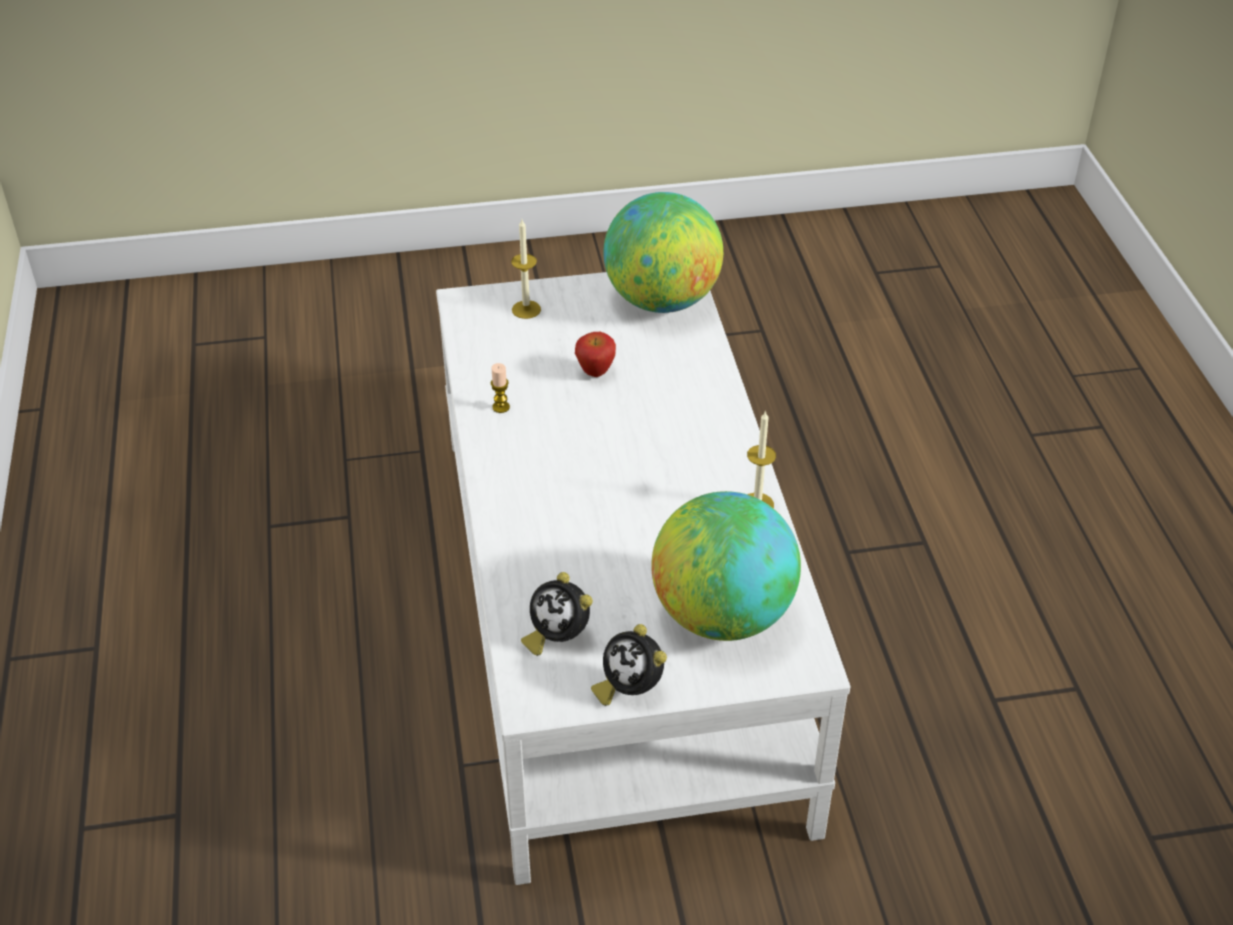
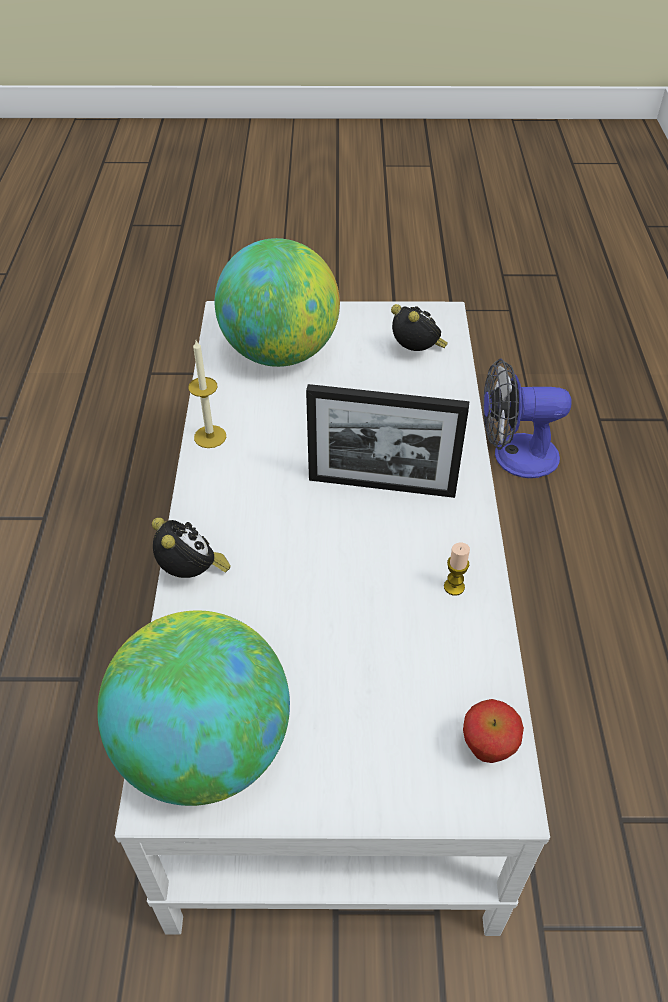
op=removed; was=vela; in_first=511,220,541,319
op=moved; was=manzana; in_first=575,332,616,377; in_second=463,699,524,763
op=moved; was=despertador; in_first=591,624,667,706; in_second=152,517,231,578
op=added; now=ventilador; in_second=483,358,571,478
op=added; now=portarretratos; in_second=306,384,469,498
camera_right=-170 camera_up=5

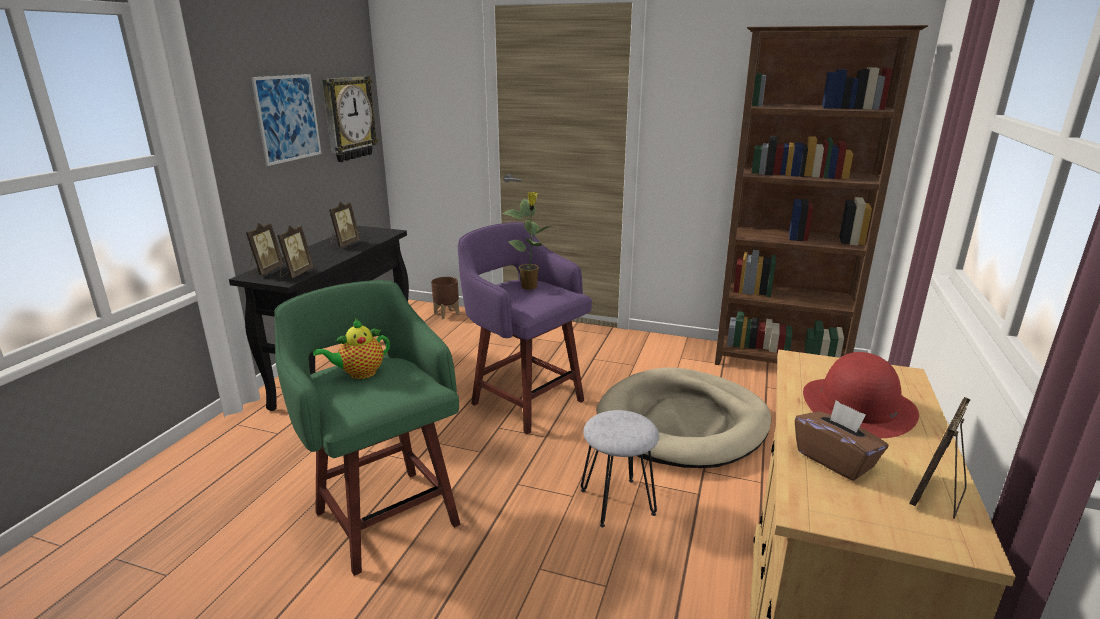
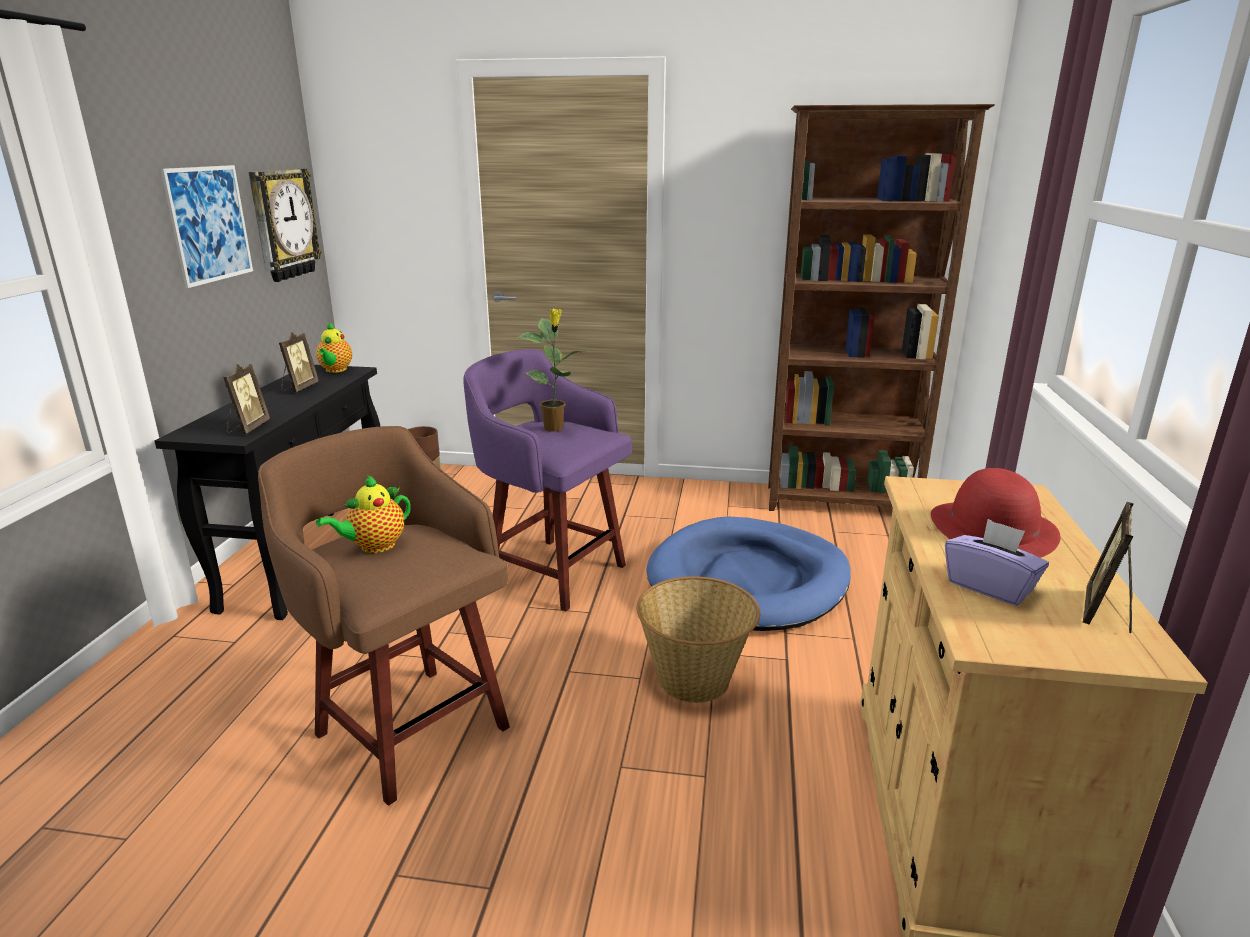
op=removed; was=portarretratos; in_first=246,223,284,275
op=recoloured; was=taburete [verde]; now=taburete [marrón]; in_first=274,280,460,576; in_second=258,426,510,806
op=recoloured; was=cama para perro [beis]; now=cama para perro [azul]; in_first=597,367,771,468; in_second=646,516,851,631
op=recoloured; was=caja de pañuelos [marrón]; now=caja de pañuelos [morado]; in_first=795,400,889,481; in_second=945,519,1049,606
op=replaced; was=taburete [gris]; now=cesta; in_first=581,410,659,527; in_second=637,576,760,703
op=added; now=tetera; in_second=316,322,352,373
camera_right=-10 camera_up=0

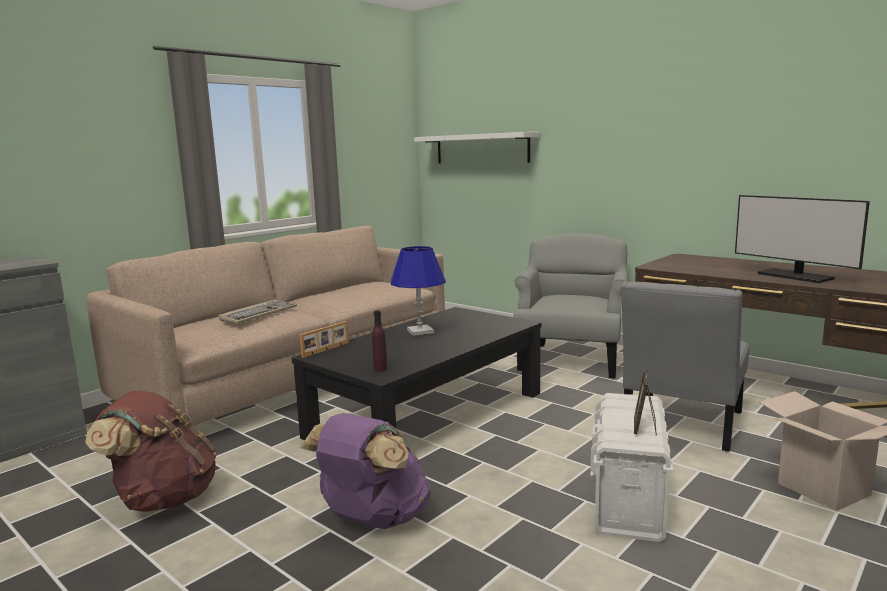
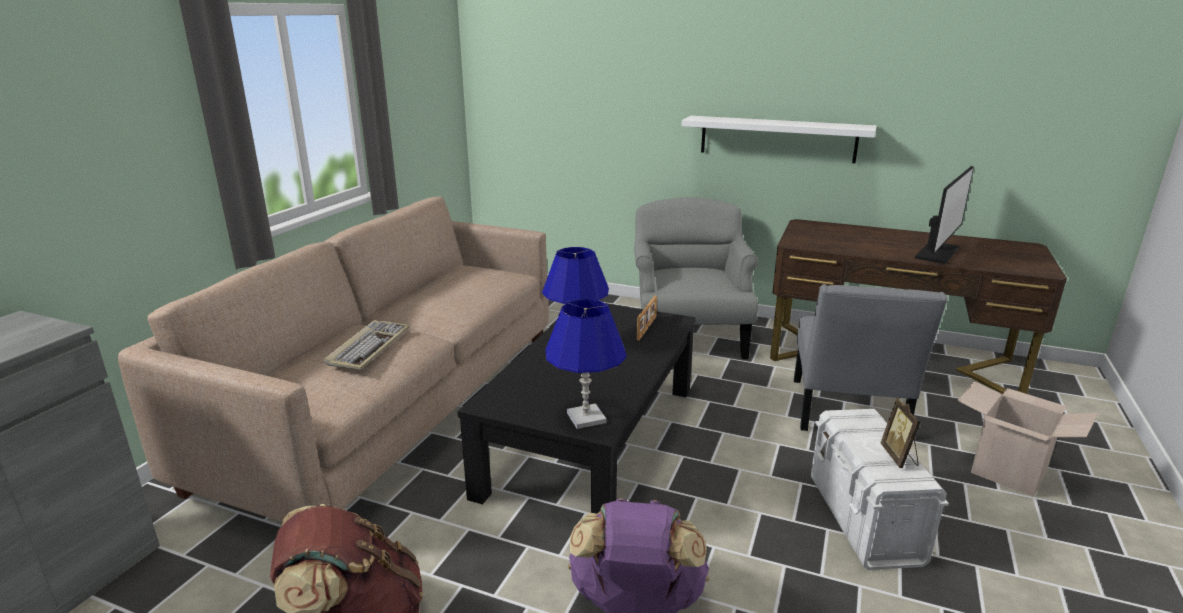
op=moved; was=estante [blanco]; in_first=414,132,539,164; in_second=682,116,876,163
op=turned; was=monitor; in_first=735,195,870,283; in_second=915,166,974,264; clockwise=-90
op=replaced; was=botella [morado]; now=lámpara de mesa [azul]; in_first=372,310,387,372; in_second=546,299,627,429
op=moved; was=portarretratos; in_first=300,321,349,358; in_second=637,296,657,340
camera_right=-20 camera_up=10

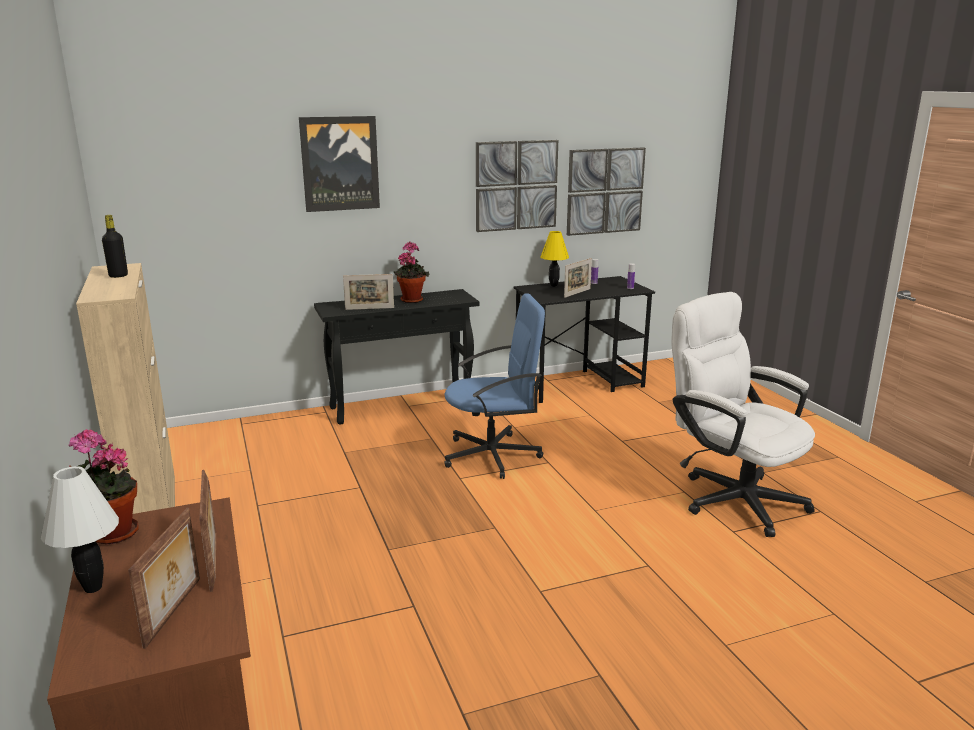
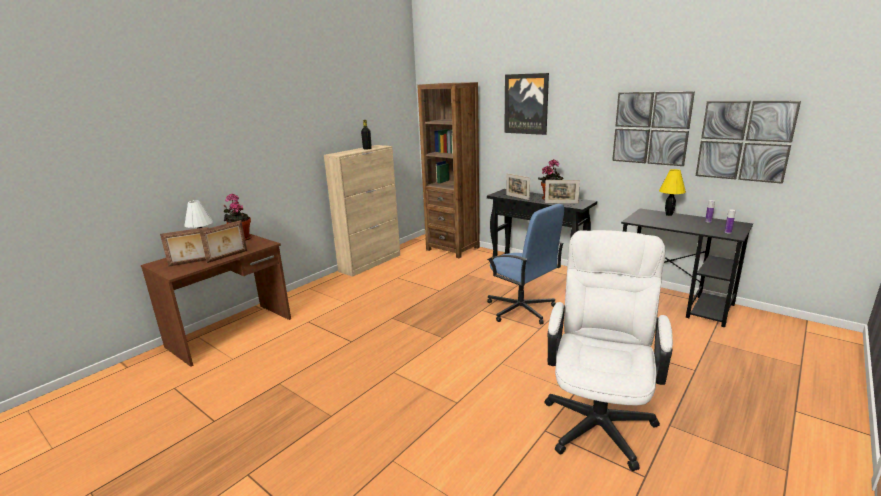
op=moved; was=portarretratos; in_first=564,258,592,298; in_second=545,180,580,203
op=added; now=estantería [marrón]; in_second=417,82,480,258
camera_right=60 camera_up=0

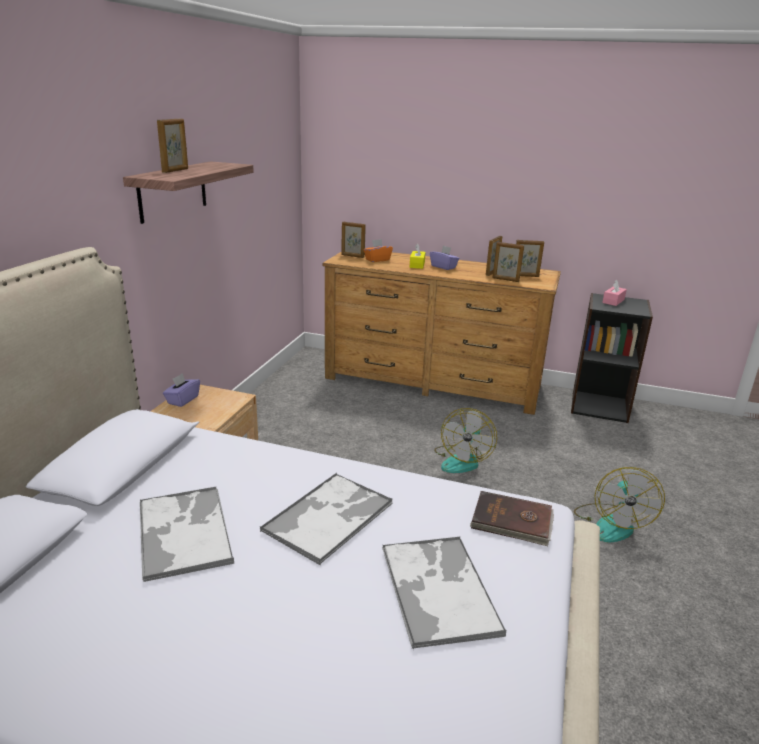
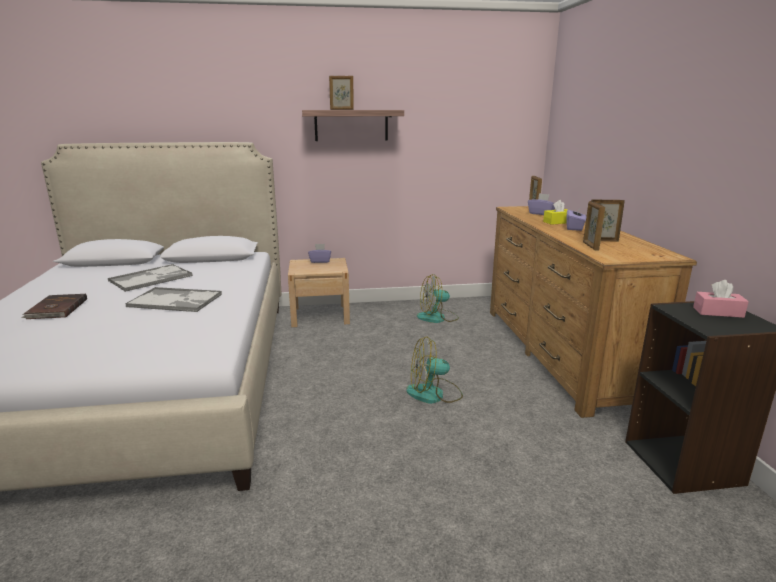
op=recoloured; was=caja de pañuelos [naranja]; now=caja de pañuelos [morado]; in_first=363,239,393,262; in_second=528,193,555,215
op=removed; was=portarretratos; in_first=516,240,544,277
op=moved; was=ventilador; in_first=574,467,665,542; in_second=417,274,459,323
op=moved; was=libro [marrón]; in_first=470,491,554,546; in_second=21,294,87,319
op=removed; was=bandeja; in_first=382,537,506,650
camera_right=65 camera_up=-5

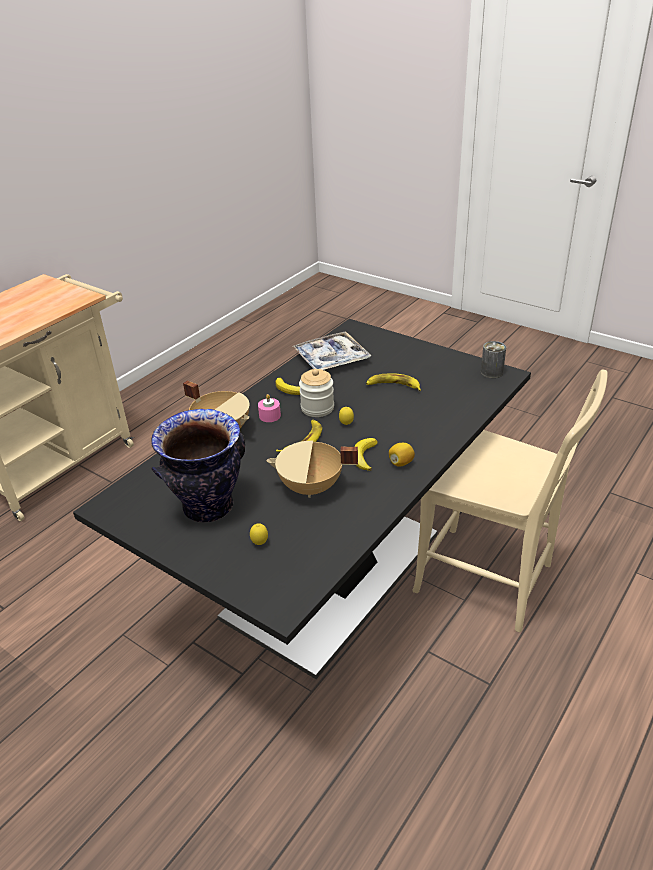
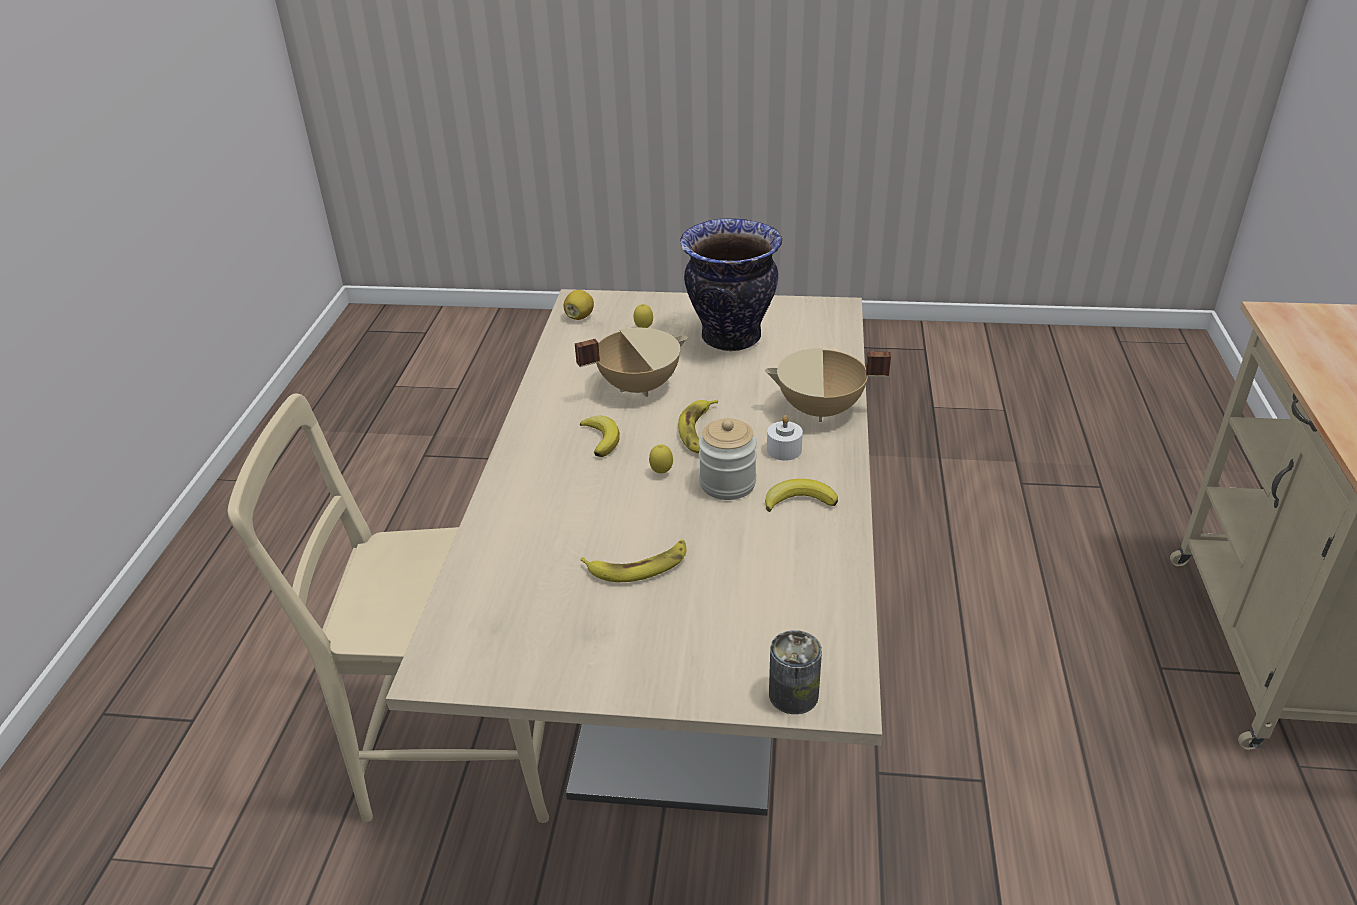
op=recoloured; was=mesa de comedor [negro]; now=mesa de comedor [beis]; in_first=73,319,531,679; in_second=386,289,882,816
op=removed; was=bandeja; in_first=292,331,371,370
op=moved; was=lata; in_first=481,341,506,378; in_second=769,630,822,714
op=recoloured; was=vela [rosa]; now=vela [blanco]; in_first=258,394,281,422; in_second=767,415,803,461
op=moved; was=limón; in_first=389,443,415,467; in_second=564,290,594,320
camera_right=150 camera_up=0

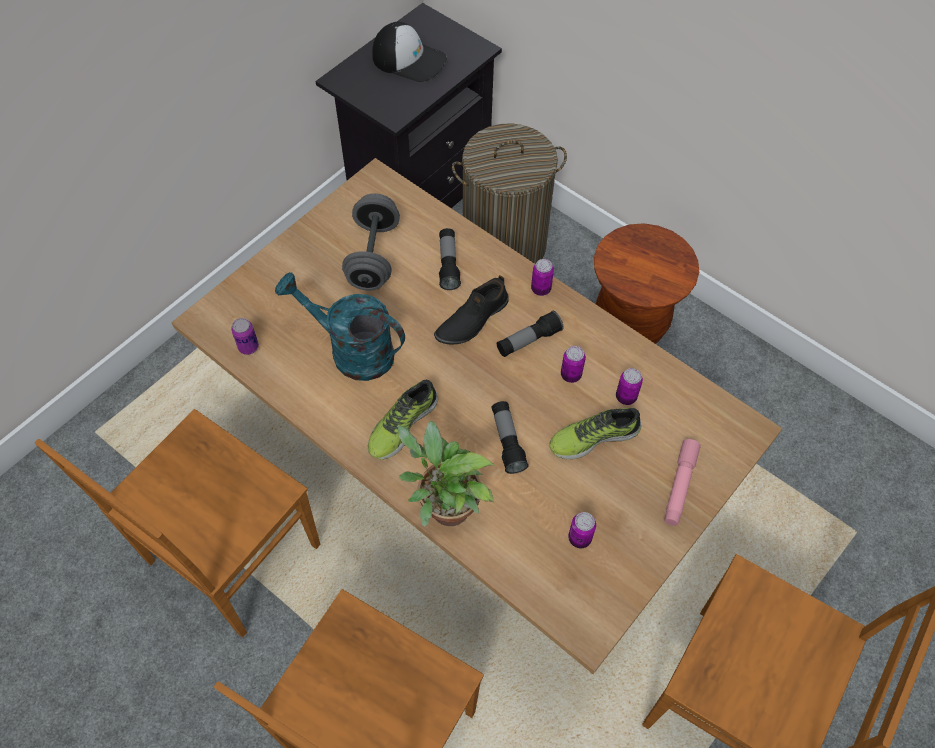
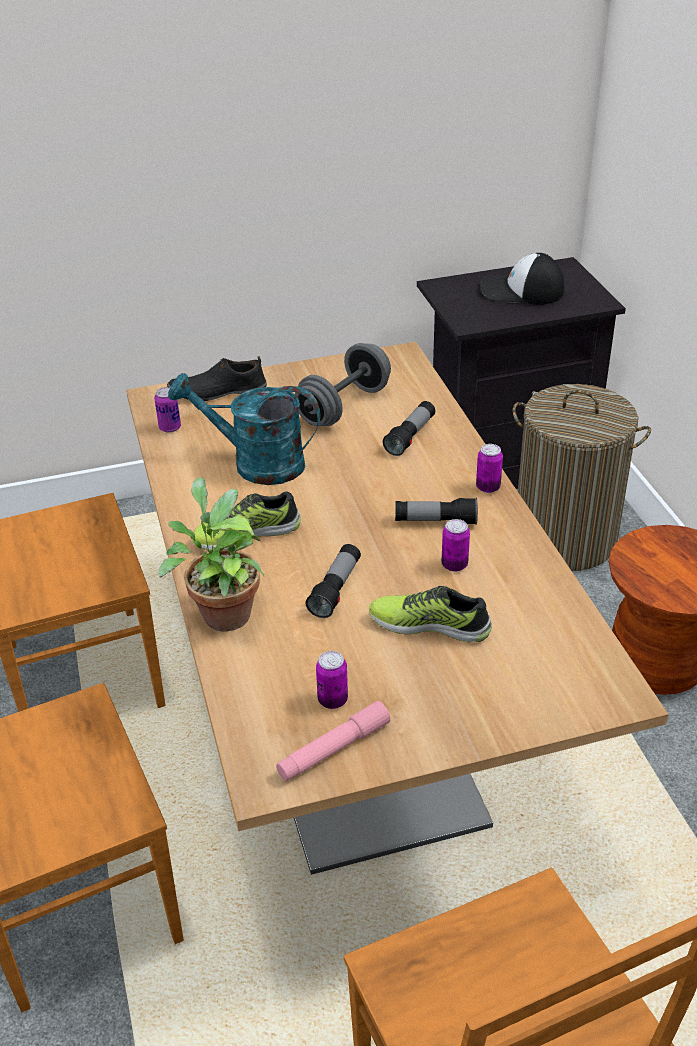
op=turned; was=gorra; in_first=372,22,447,82; in_second=481,253,564,305; clockwise=135
op=turned; was=regadera [turquesa]; in_first=275,272,405,381; in_second=168,373,320,485; clockwise=-45
op=moved; was=zapato [negro]; in_first=434,275,509,345; in_second=167,356,267,401
op=removed; was=lata; in_first=616,368,643,405
op=moved; was=linterna [rosa]; in_first=664,439,701,526; in_second=276,701,390,781
camera_right=35 camera_up=-20

